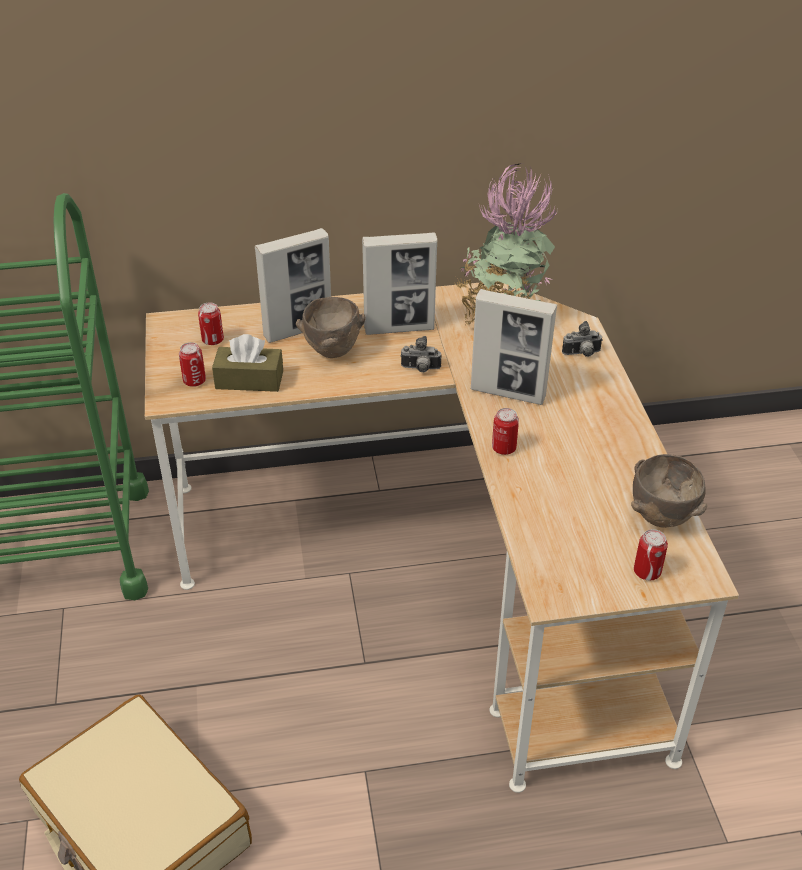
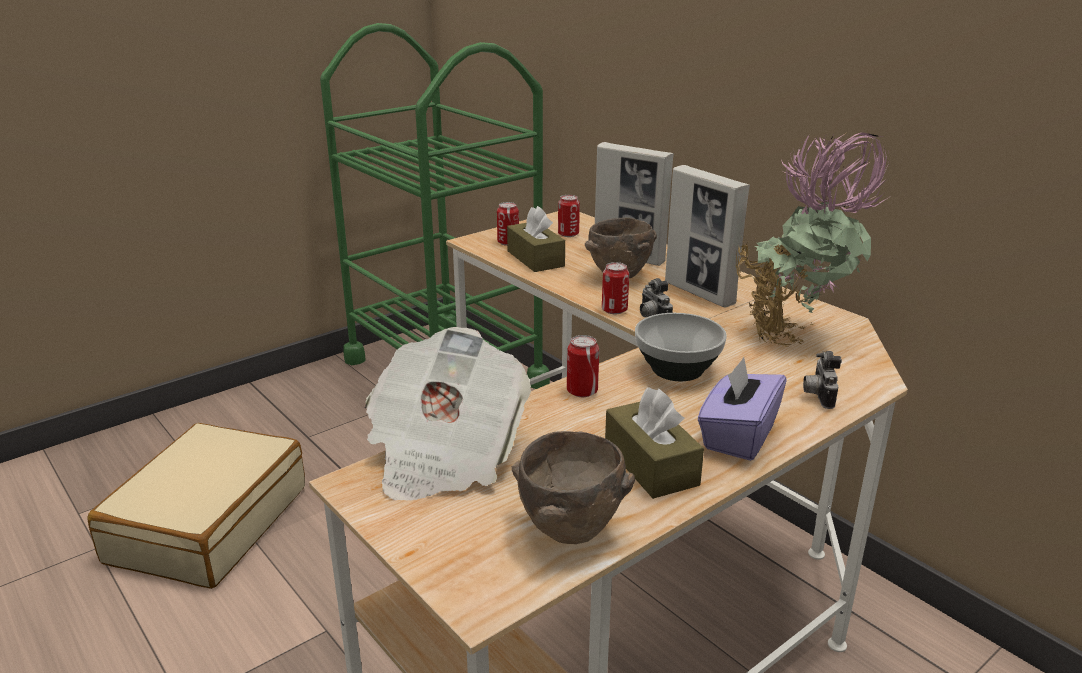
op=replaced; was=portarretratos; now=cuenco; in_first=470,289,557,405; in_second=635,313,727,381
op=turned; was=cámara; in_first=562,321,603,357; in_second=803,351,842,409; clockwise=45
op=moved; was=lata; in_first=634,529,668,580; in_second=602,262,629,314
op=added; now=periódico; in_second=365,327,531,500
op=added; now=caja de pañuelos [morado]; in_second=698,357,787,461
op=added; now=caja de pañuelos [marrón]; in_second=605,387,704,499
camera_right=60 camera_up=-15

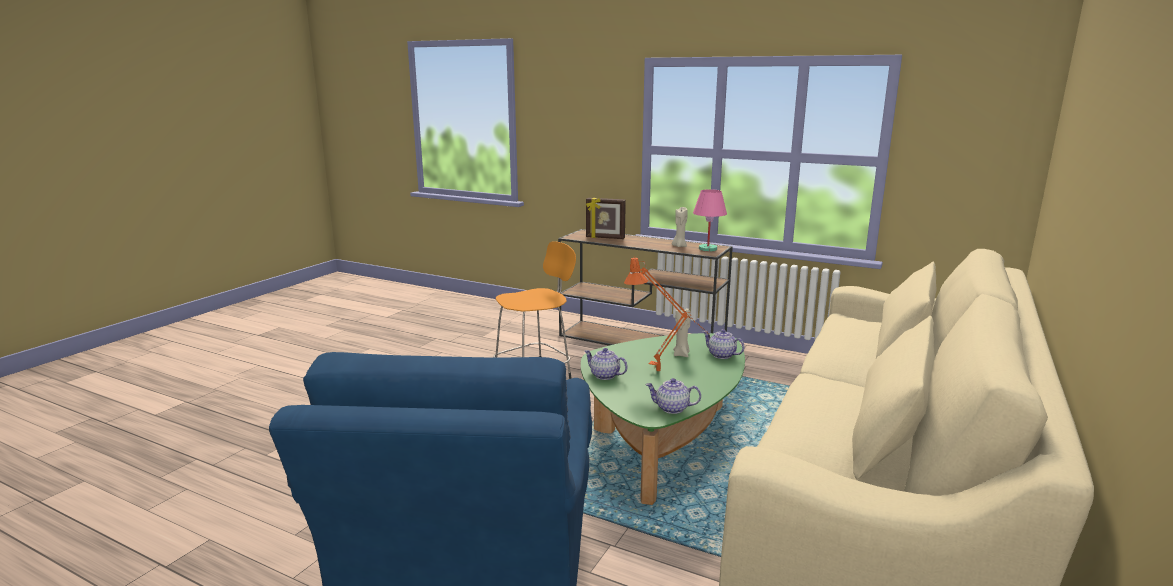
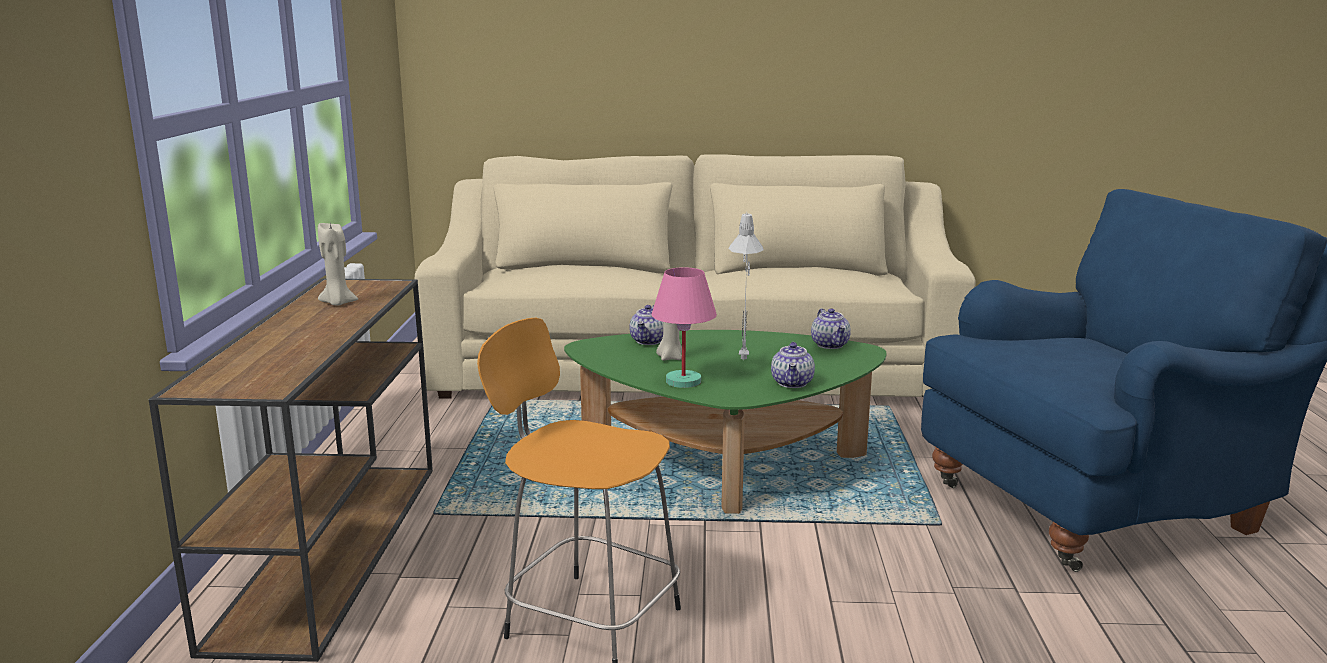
op=moved; was=lámpara de mesa [rosa]; in_first=693,189,727,252; in_second=651,267,717,388
op=removed; was=portarretratos; in_first=586,198,626,239
op=recoloured; was=lámpara de mesa [naranja]; now=lámpara de mesa [gris]; in_first=624,256,710,371; in_second=728,212,764,364
camera_right=-115 camera_up=0

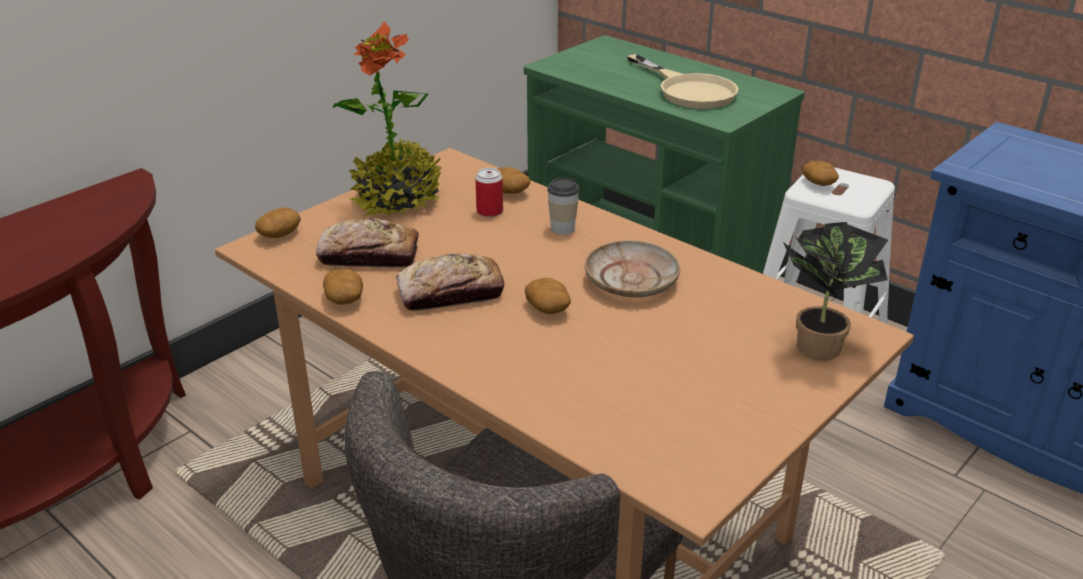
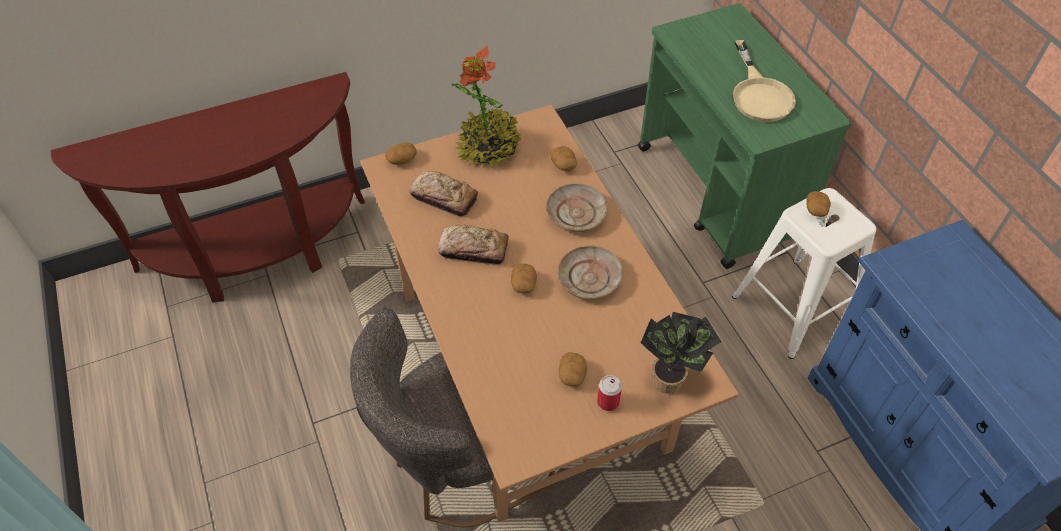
op=moved; was=lata; in_first=475,168,503,217; in_second=597,375,622,411
op=replaced; was=taza; now=plato [beis]; in_first=547,178,579,235; in_second=547,183,608,232
op=moved; was=patata; in_first=323,269,363,305; in_second=558,352,587,386
camera_right=25 camera_up=20

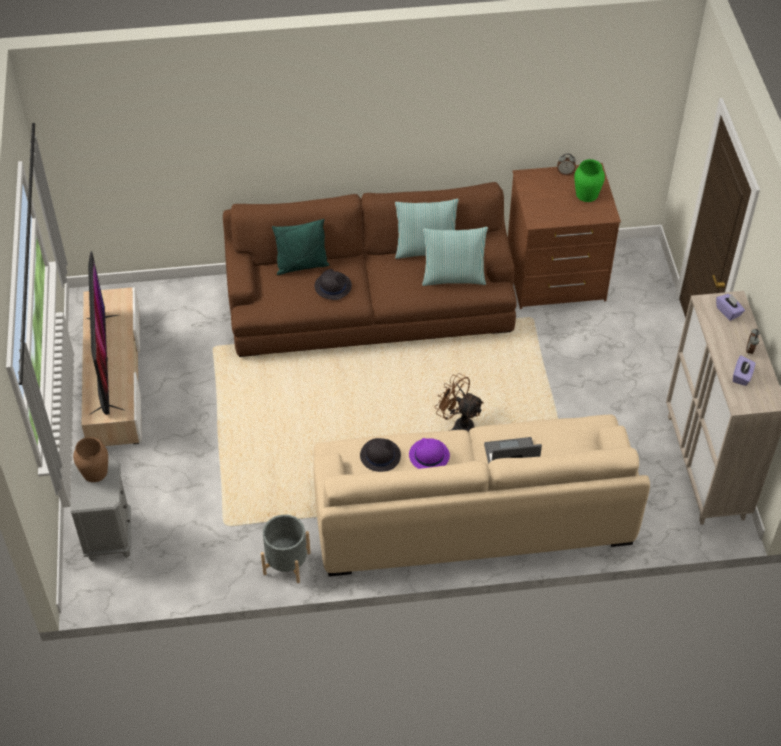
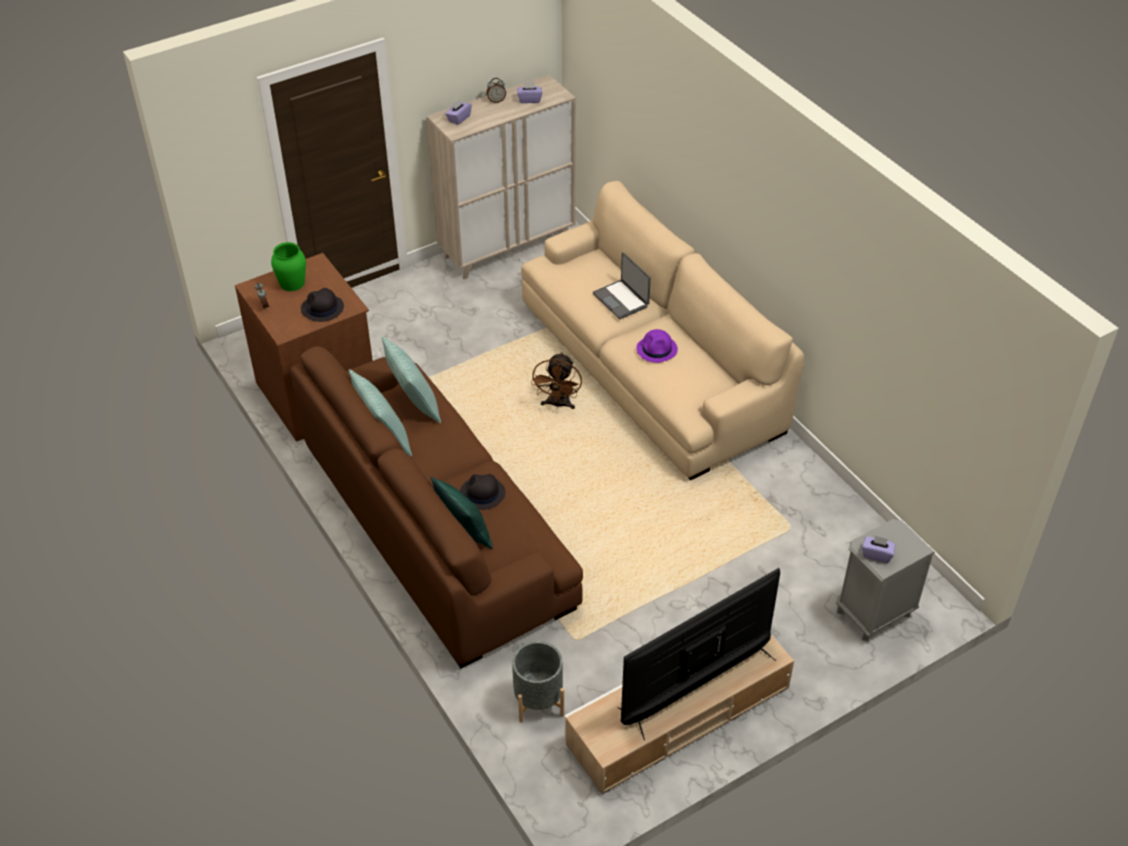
op=replaced; was=florero [marrón]; now=caja de pañuelos [morado]; in_first=73,437,108,482; in_second=862,535,896,563
op=moved; was=sombrero [negro]; in_first=360,438,401,472; in_second=301,288,344,322
op=moved; was=maceta [gris]; in_first=261,515,311,583; in_second=512,641,564,723
camera_right=-115 camera_up=-5

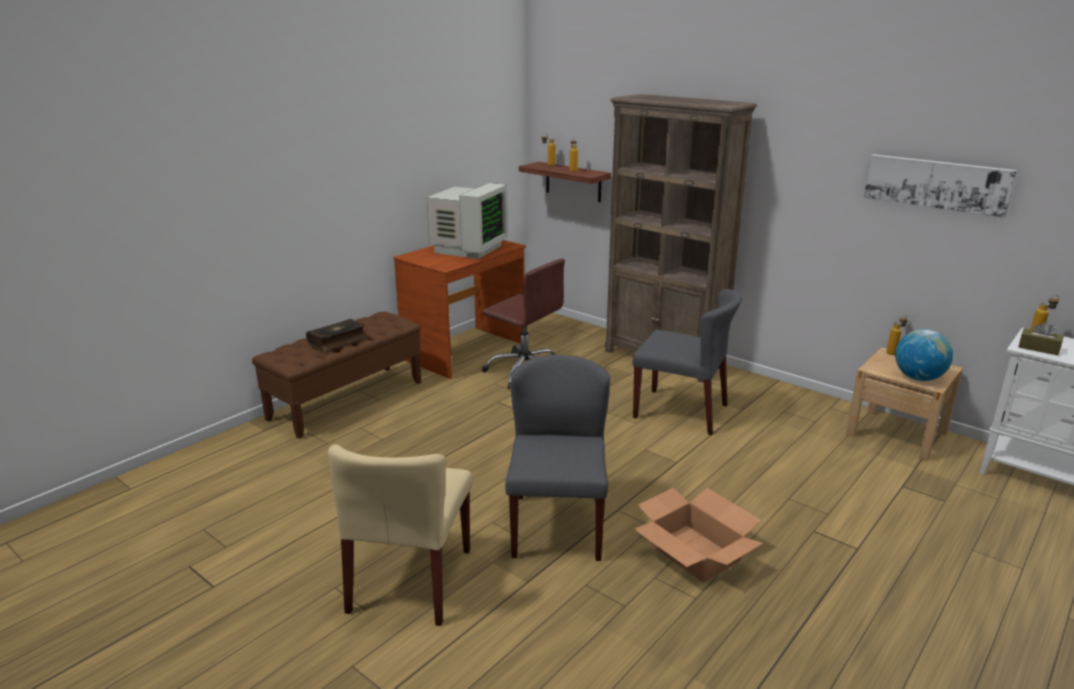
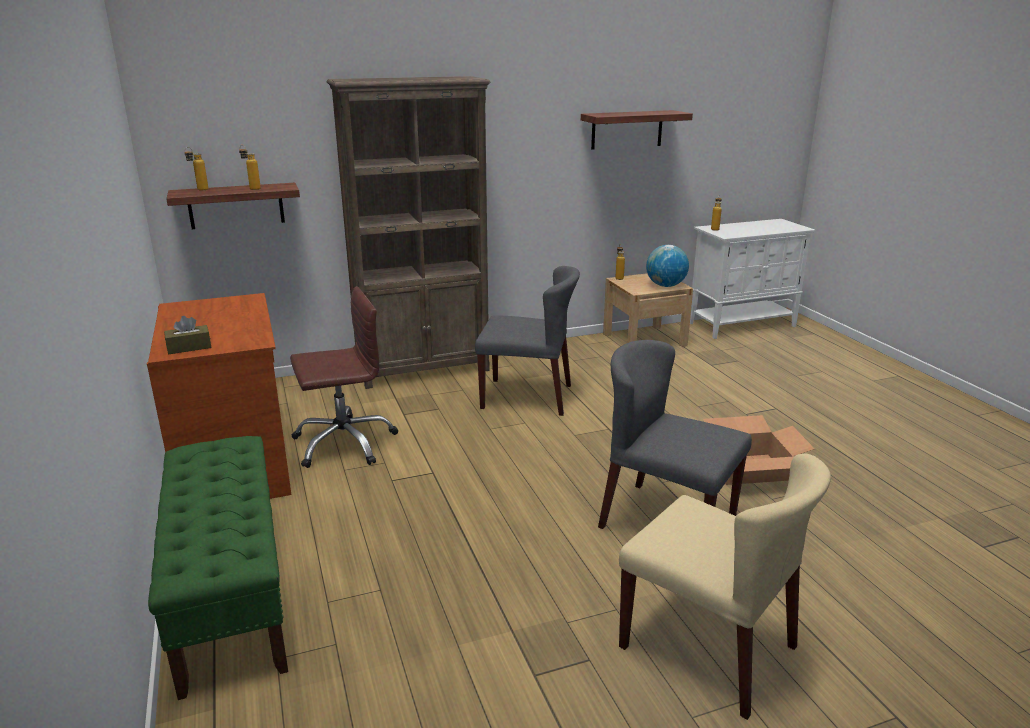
op=replaced; was=cuadro; now=estante; in_first=864,154,1017,218; in_second=581,110,693,150
op=removed; was=monitor; in_first=427,183,508,259
op=turned; was=silla [gris]; in_first=632,289,742,435; in_second=475,266,580,416; clockwise=45
op=recoloured; was=banco [marrón]; now=banco [verde]; in_first=252,312,421,439; in_second=148,436,288,700
op=removed; was=libro; in_first=306,319,366,352
op=moved; was=caja de pañuelos [marrón]; in_first=1019,321,1064,355; in_second=164,316,211,354
camera_right=-60 camera_up=0

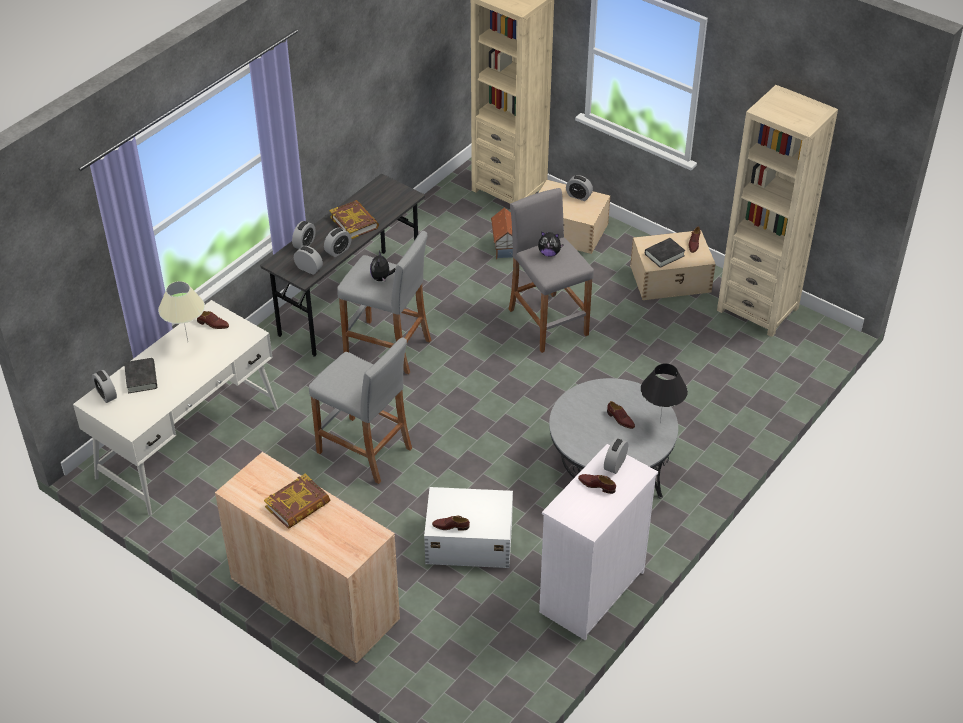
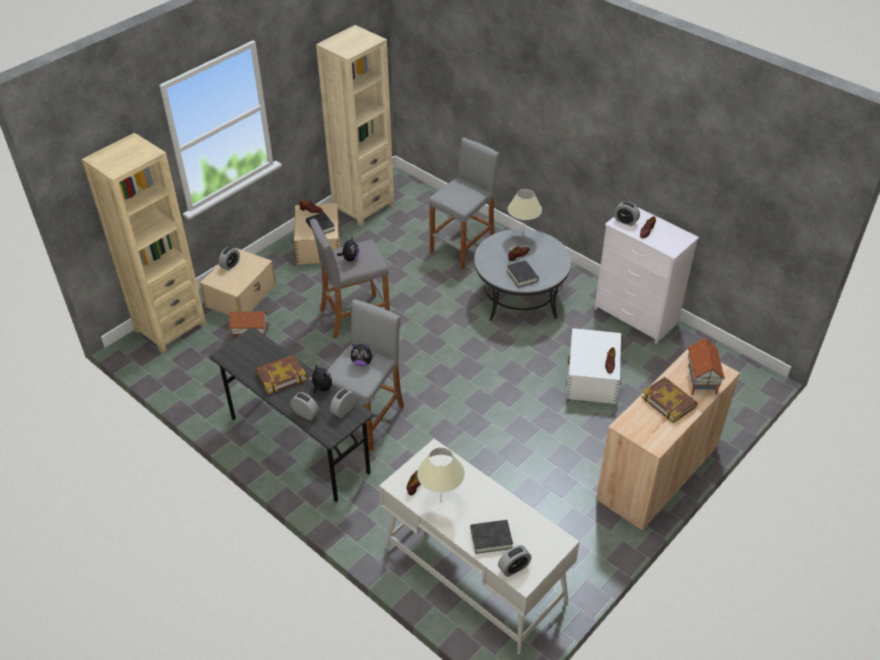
op=replaced; was=despertador; now=peluche; in_first=324,228,351,257; in_second=309,365,332,394
op=moved; was=taburete [gris]; in_first=309,337,412,484; in_second=429,138,500,270
op=recoloured; was=lámpara de mesa [negro]; now=lámpara de mesa [beis]; in_first=641,363,688,422; in_second=508,189,542,231
op=added; now=libro [negro]; in_second=506,260,539,287
op=added; now=casita; in_second=687,338,725,395
camera_right=-85 camera_up=0

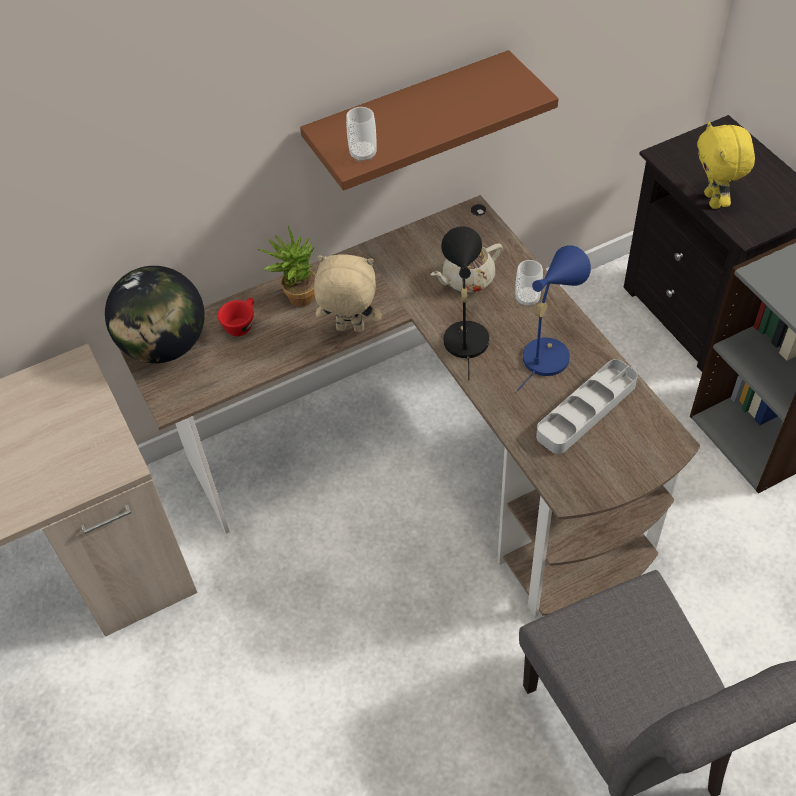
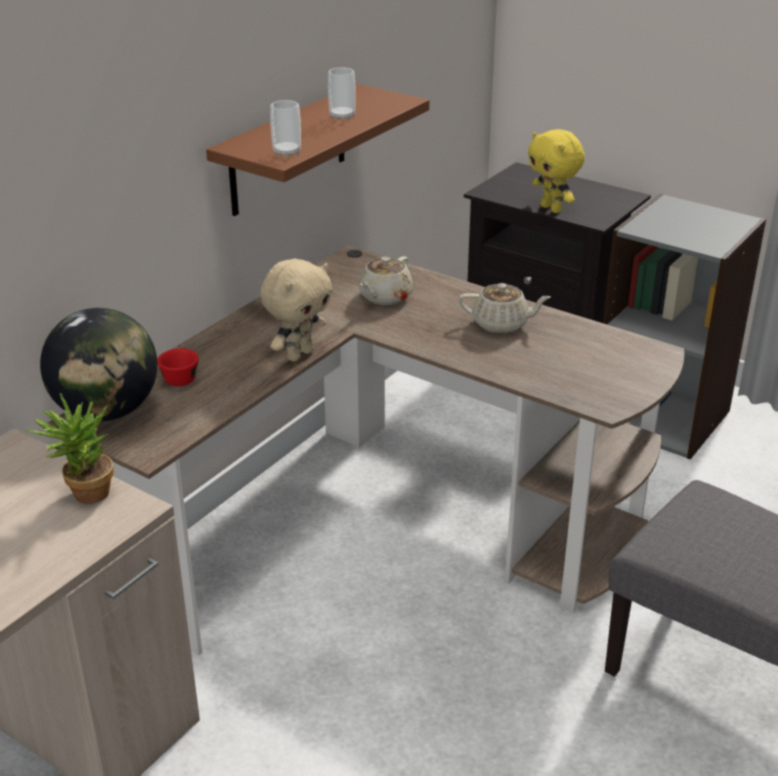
op=moved; was=planta en maceta; in_first=258,226,316,307; in_second=26,393,114,504
op=removed; was=lámpara de mesa [negro]; in_first=441,226,489,380
op=replaced; was=lámpara de mesa [azul]; now=tetera [beis]; in_first=517,245,591,391; in_second=459,283,551,333
op=turned; was=peluche [beis]; in_first=314,254,382,332; in_second=260,259,332,362; clockwise=150
op=moved; was=taza; in_first=516,260,543,307; in_second=328,67,356,120
op=removed; was=bandeja [gris]; in_first=536,359,638,454
camera_right=-30 camera_up=-20

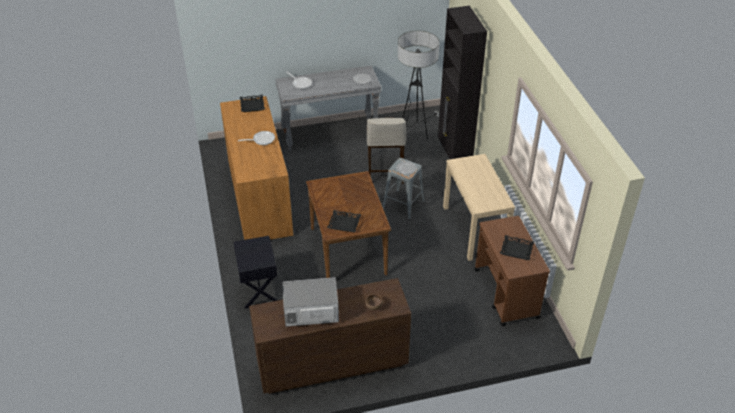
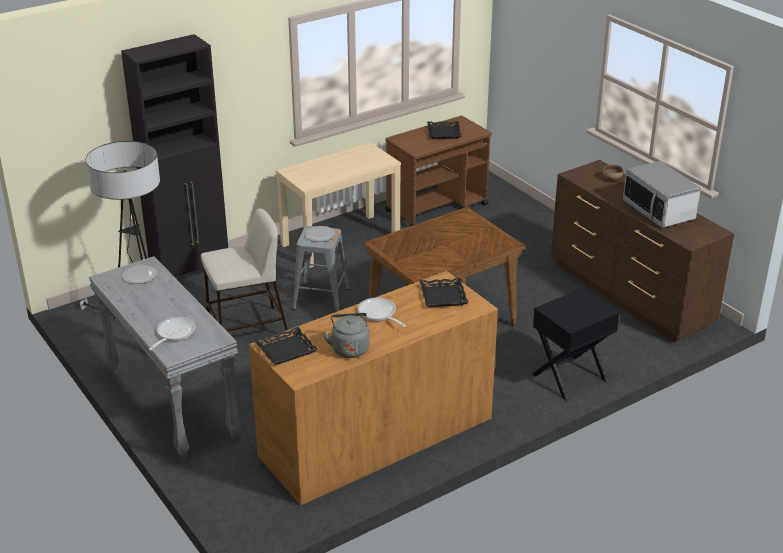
op=moved; was=bandeja [negro]; in_first=327,210,361,232; in_second=420,278,468,307
op=added; now=hervidor [gris]; in_second=323,313,370,358
camera_right=-110 camera_up=-10

